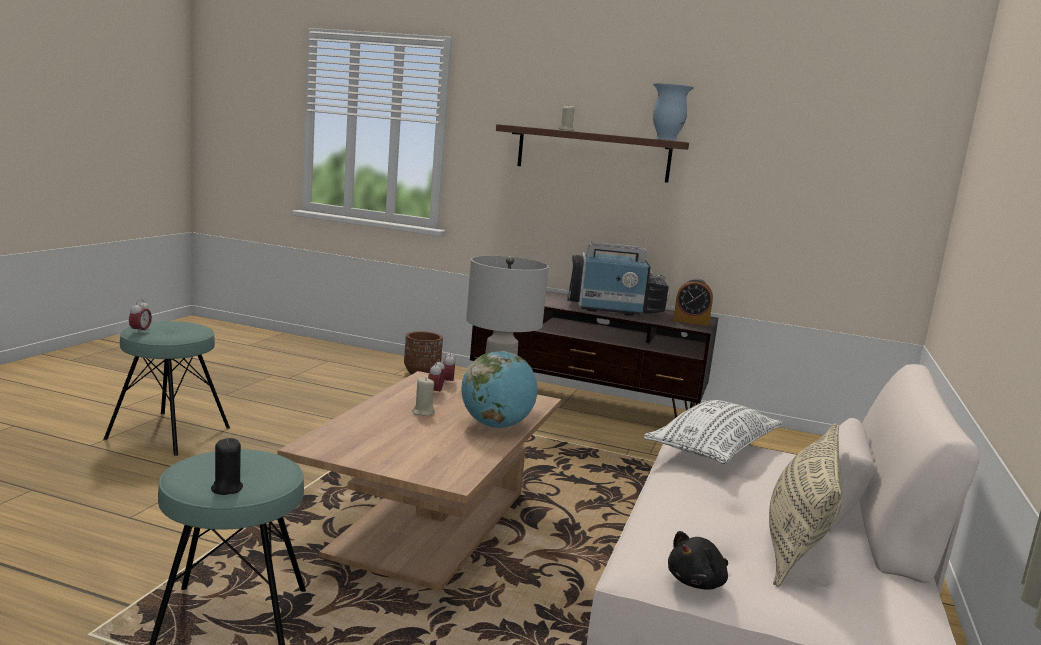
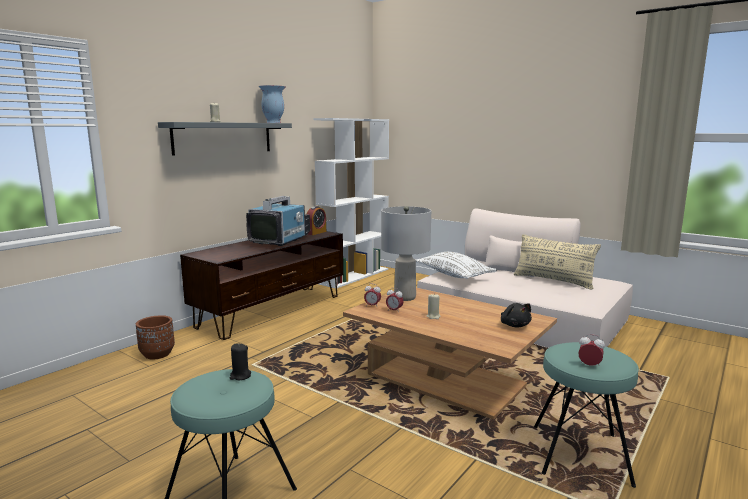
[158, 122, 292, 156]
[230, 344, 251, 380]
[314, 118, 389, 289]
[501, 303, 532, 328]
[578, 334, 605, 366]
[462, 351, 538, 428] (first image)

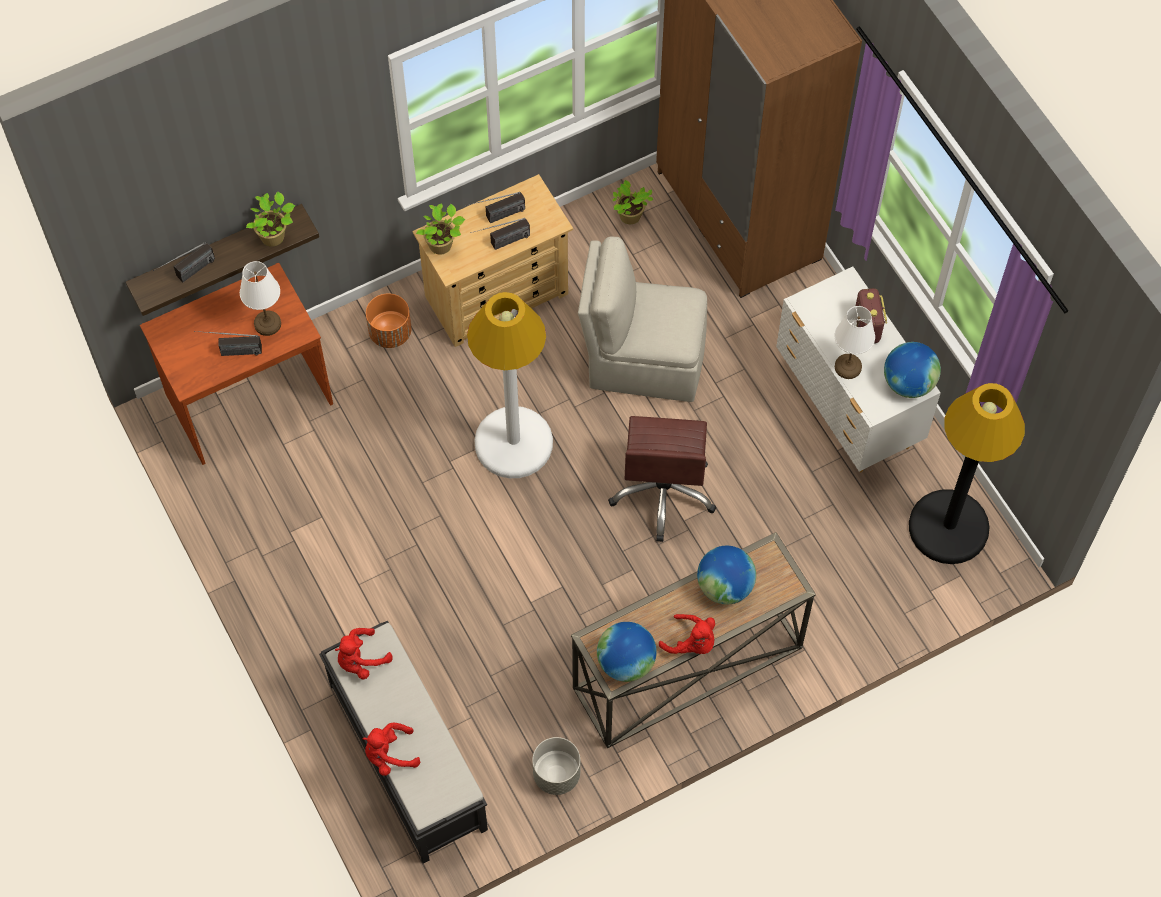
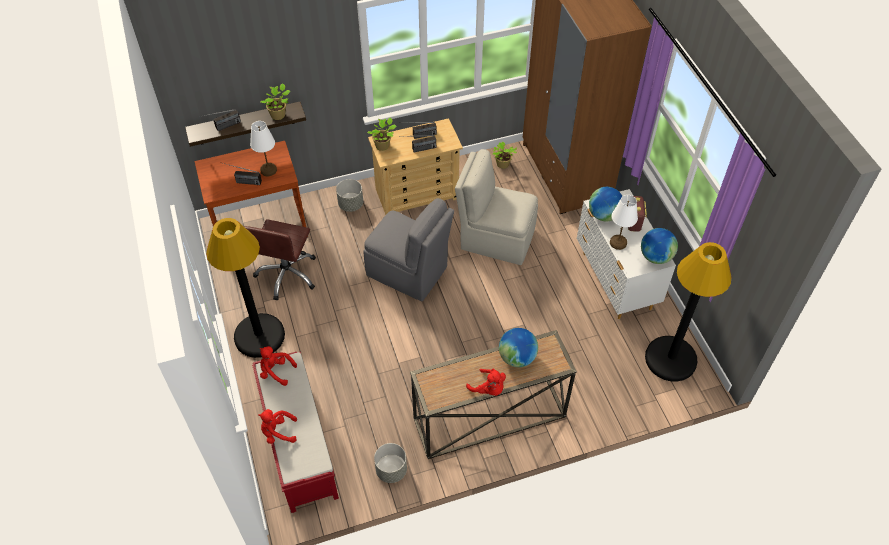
[206, 218, 285, 358]
[244, 219, 316, 301]
[252, 352, 339, 513]
[260, 346, 297, 386]
[336, 179, 363, 212]
[363, 198, 454, 301]
[589, 187, 622, 221]

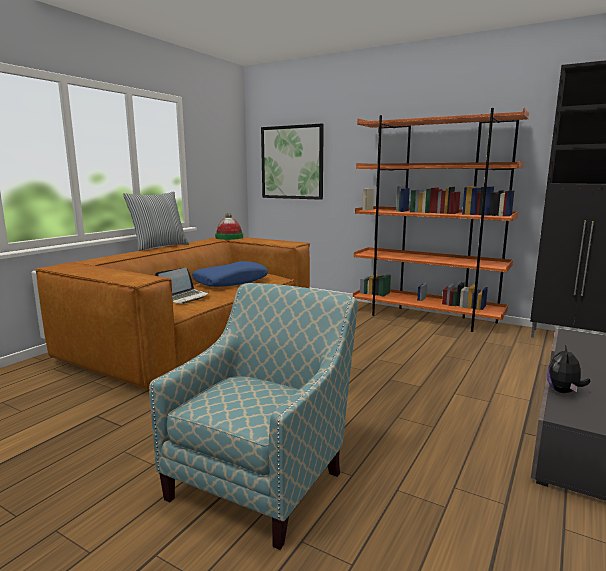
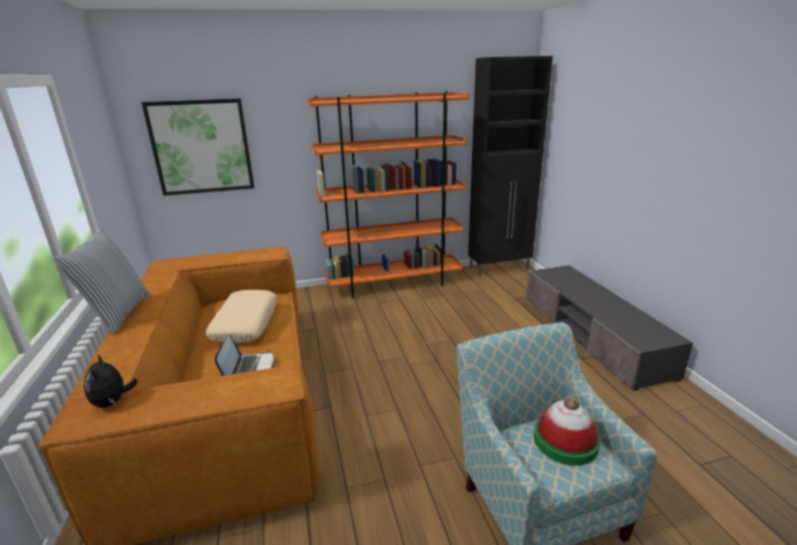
[84, 355, 138, 408]
[206, 290, 277, 343]
[534, 395, 600, 466]

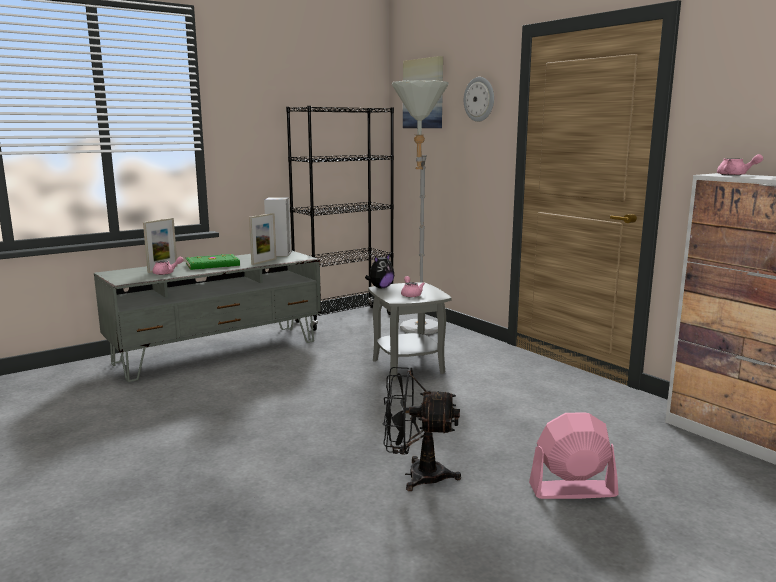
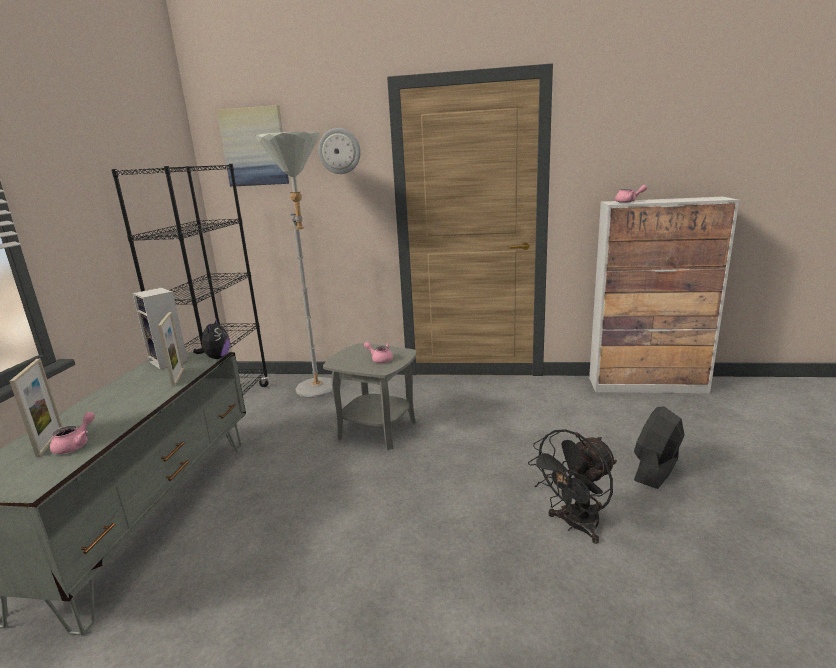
[193, 319, 230, 359]
[634, 406, 684, 489]
[186, 254, 240, 270] (first image)

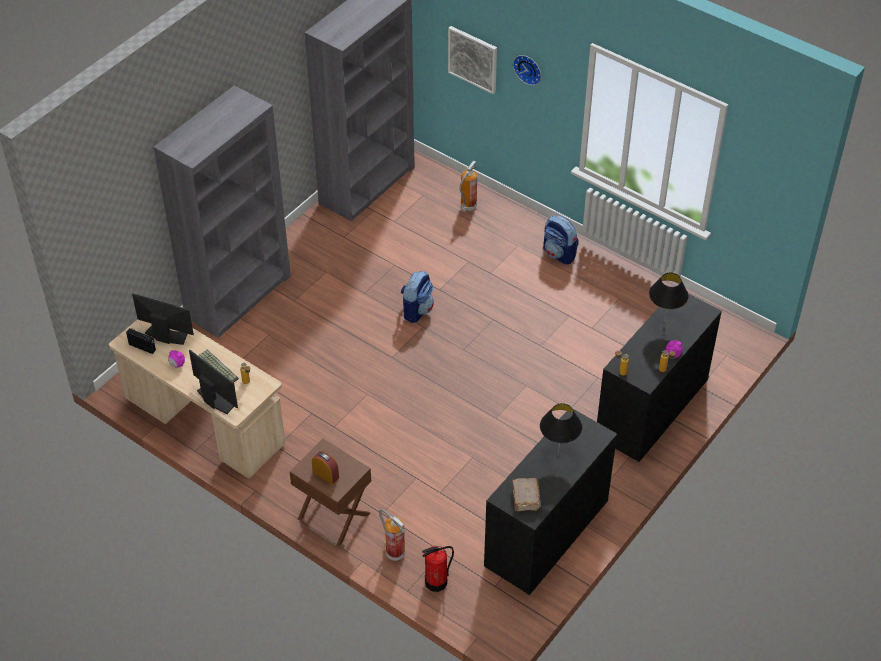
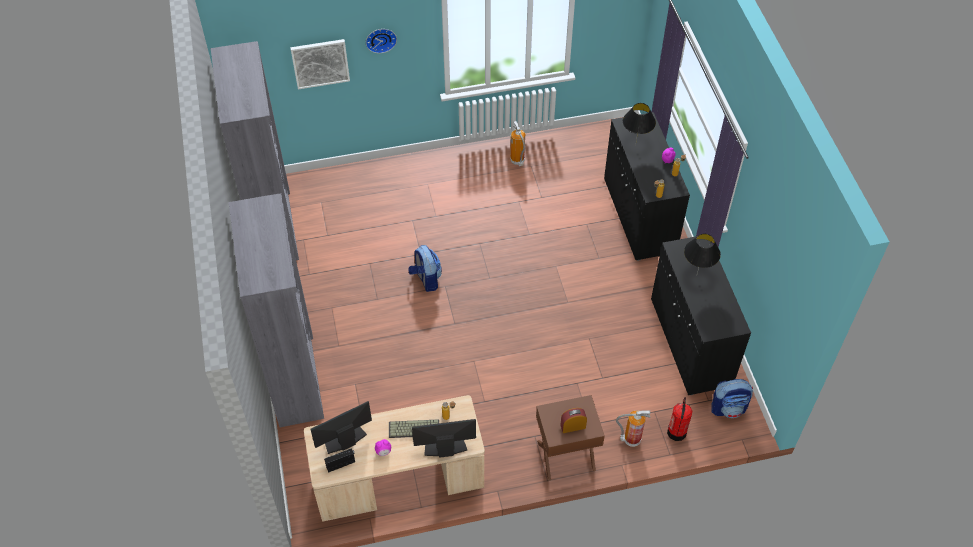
[510, 121, 525, 166]
[711, 379, 753, 418]
[512, 478, 541, 511] (first image)

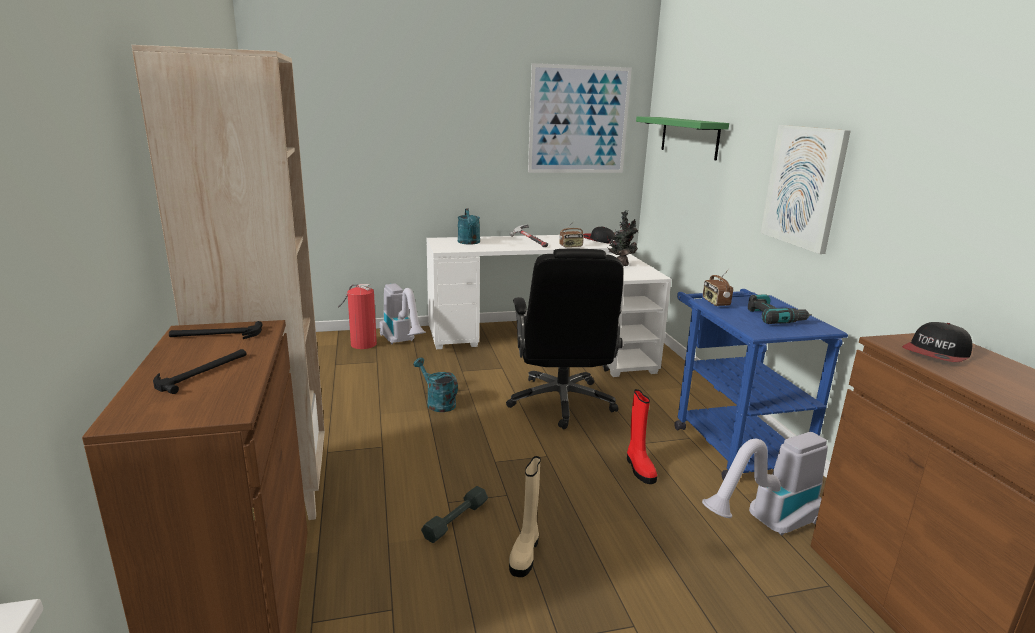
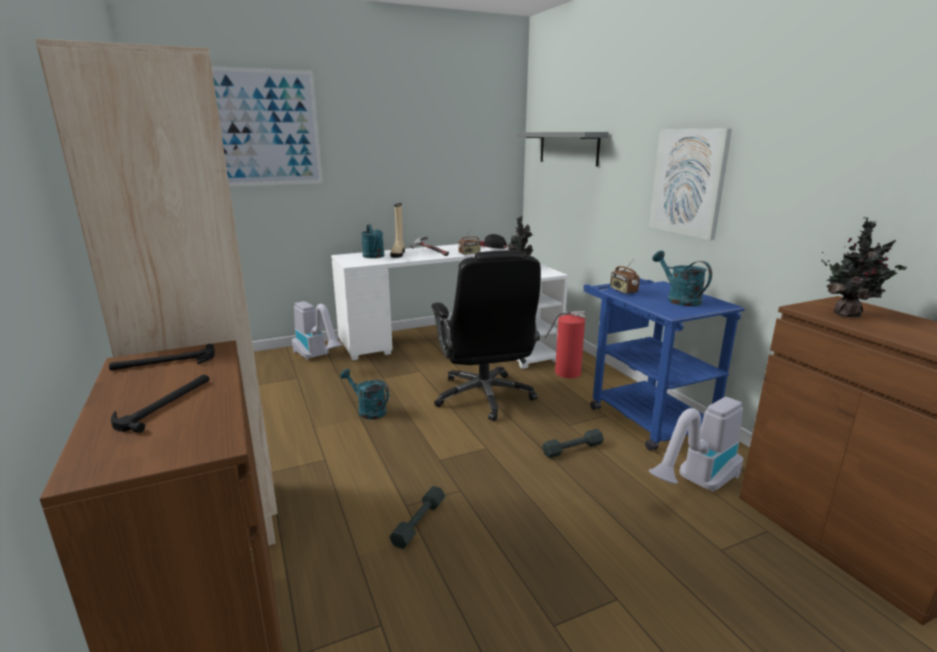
[212, 66, 323, 187]
[390, 203, 405, 258]
[517, 132, 609, 166]
[542, 429, 604, 458]
[544, 311, 585, 378]
[652, 251, 712, 307]
[821, 217, 907, 318]

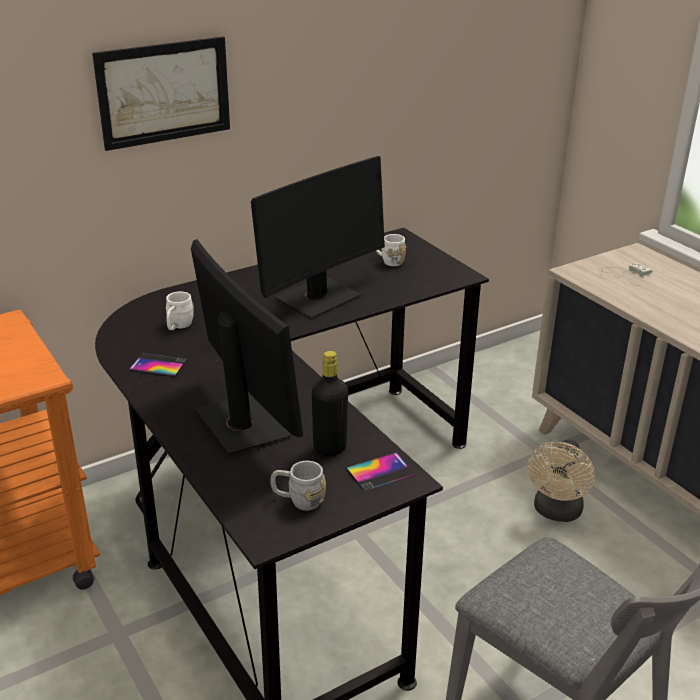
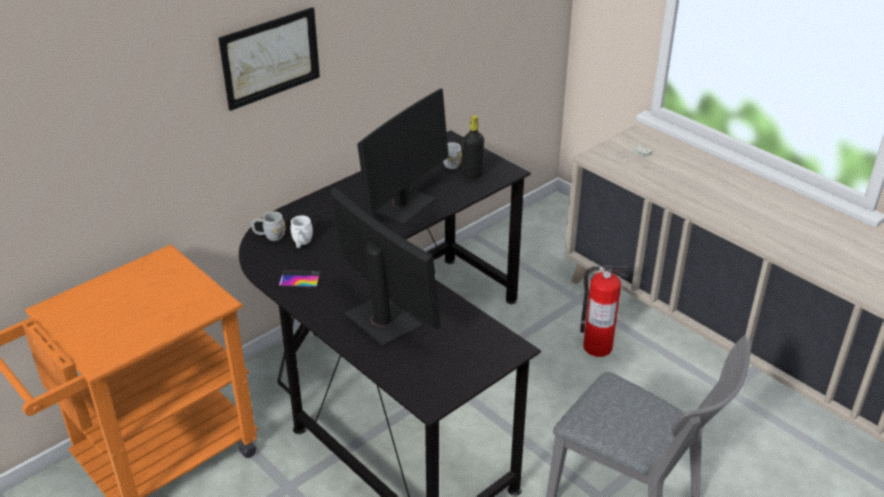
[251, 211, 285, 241]
[463, 115, 484, 179]
[580, 265, 628, 357]
[346, 452, 415, 491] (first image)

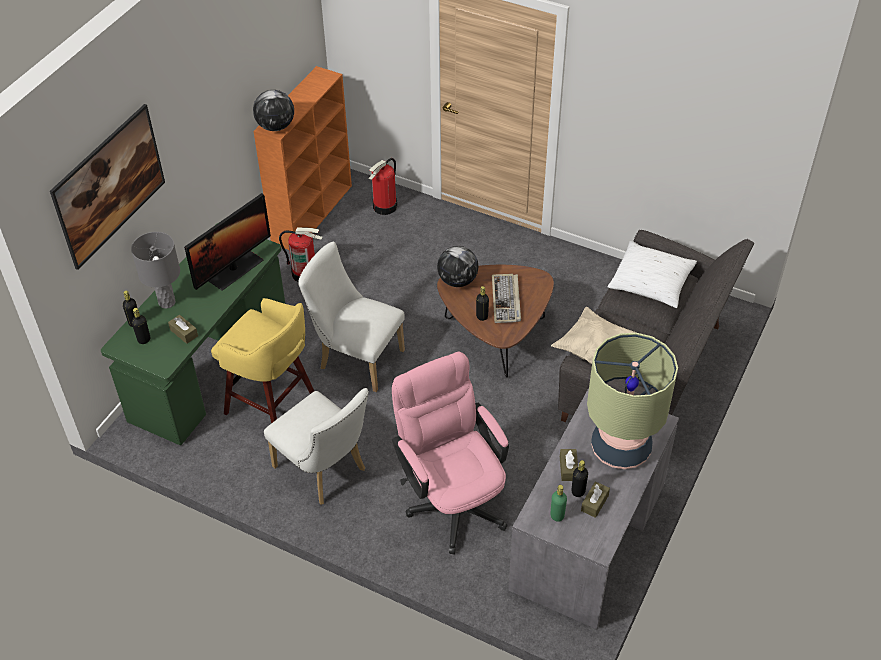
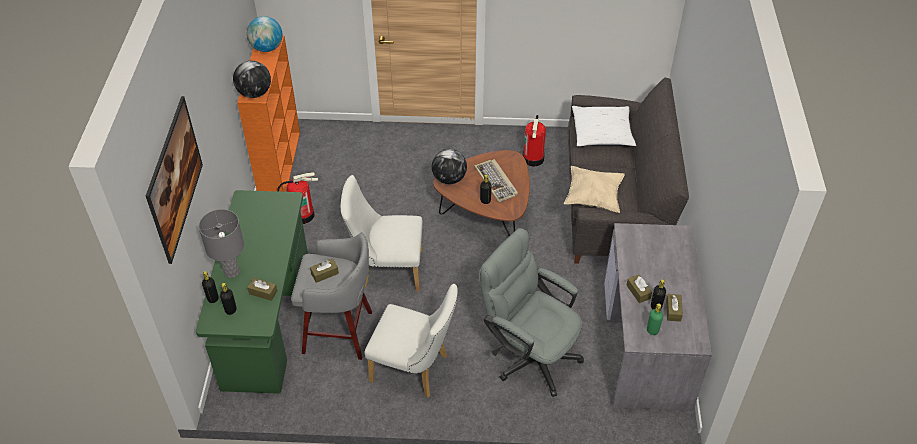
[247, 16, 283, 52]
[291, 232, 372, 360]
[310, 258, 339, 283]
[479, 228, 584, 397]
[523, 115, 546, 166]
[184, 193, 271, 291] (first image)
[587, 333, 678, 469] (first image)

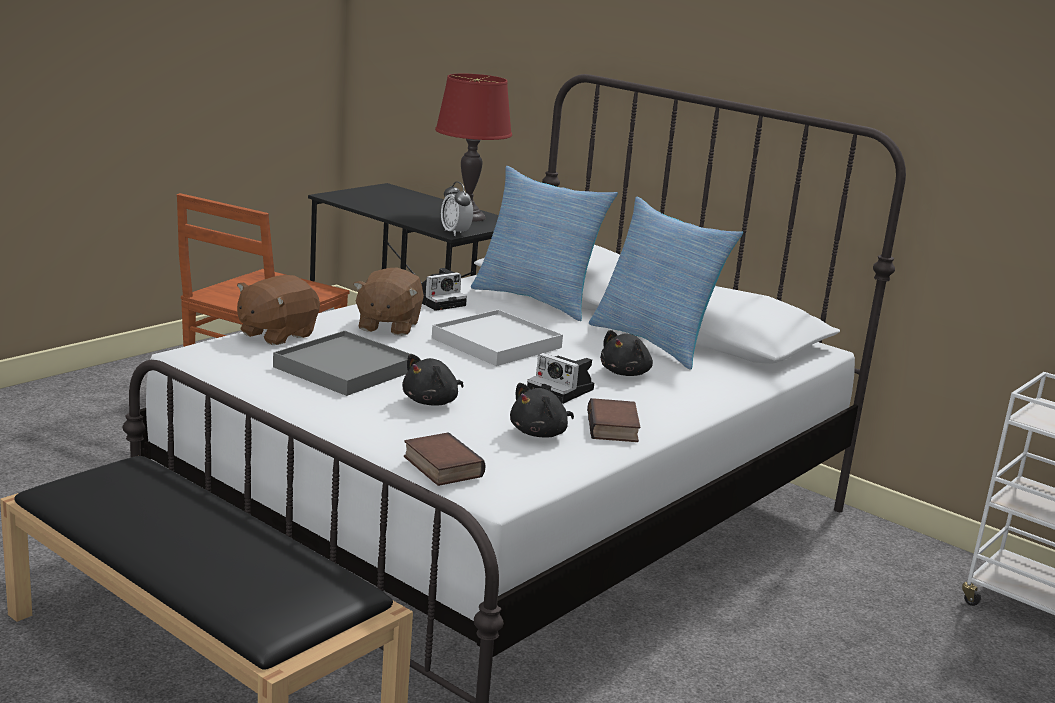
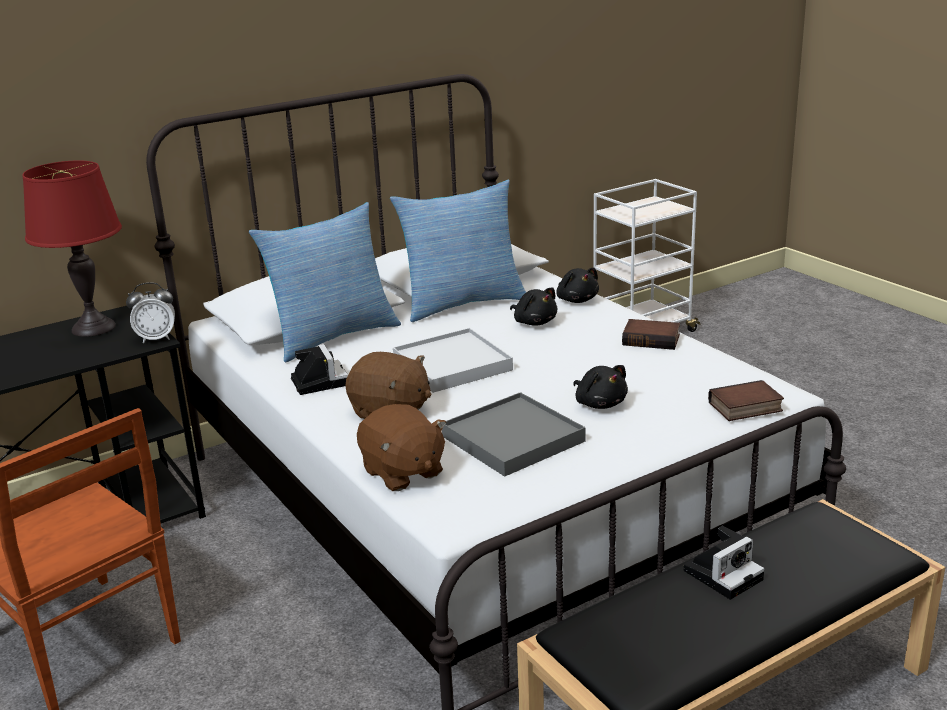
[556, 268, 599, 303]
[683, 526, 764, 600]

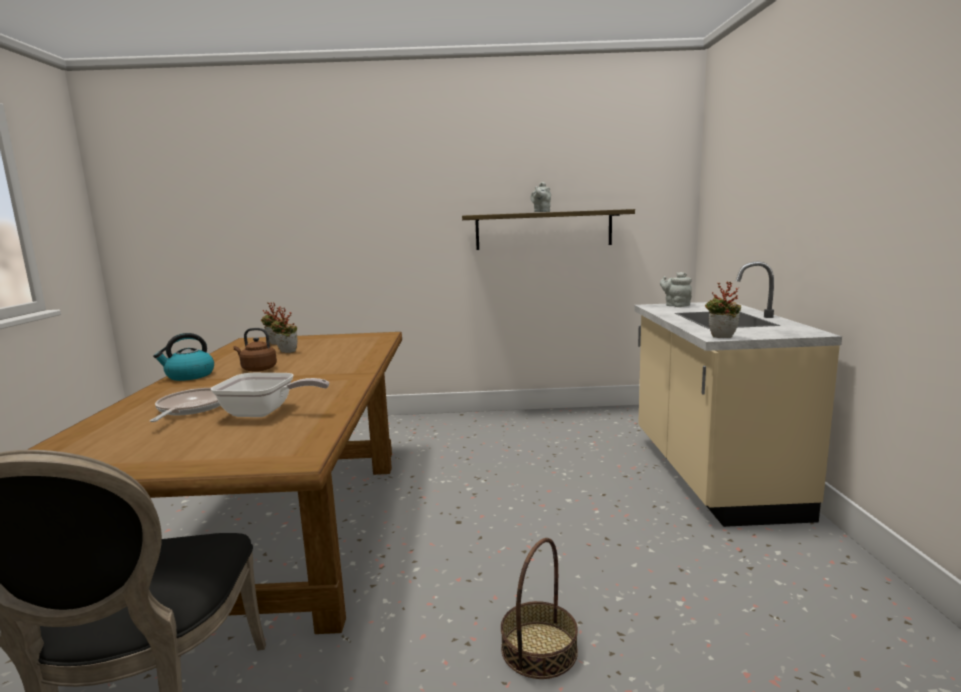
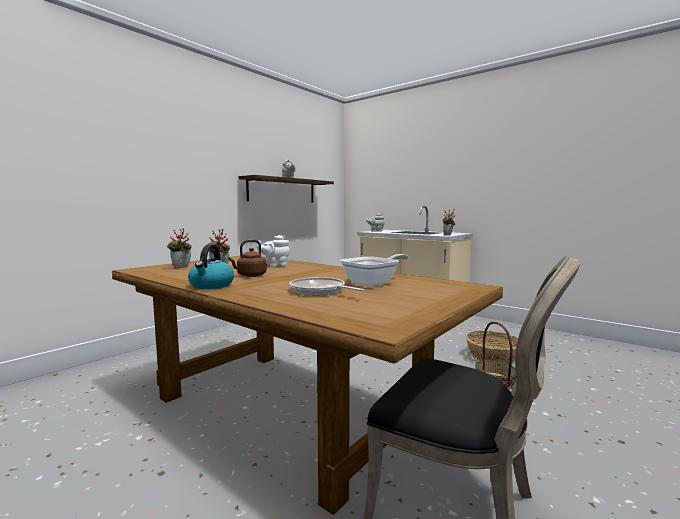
[257, 235, 290, 267]
[466, 331, 518, 364]

